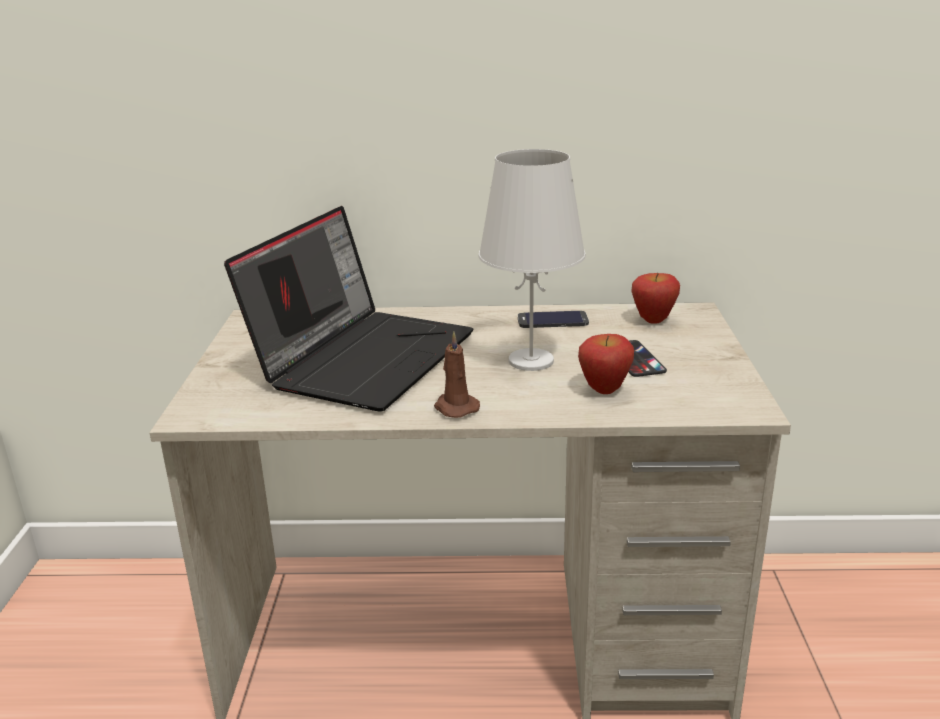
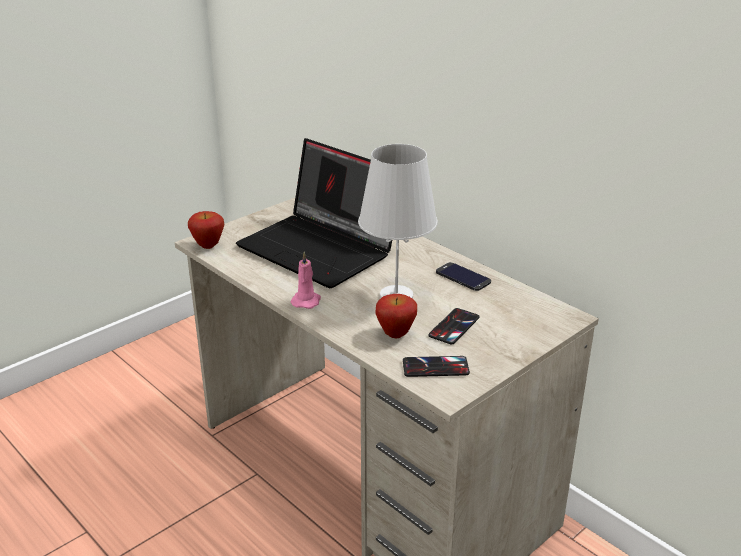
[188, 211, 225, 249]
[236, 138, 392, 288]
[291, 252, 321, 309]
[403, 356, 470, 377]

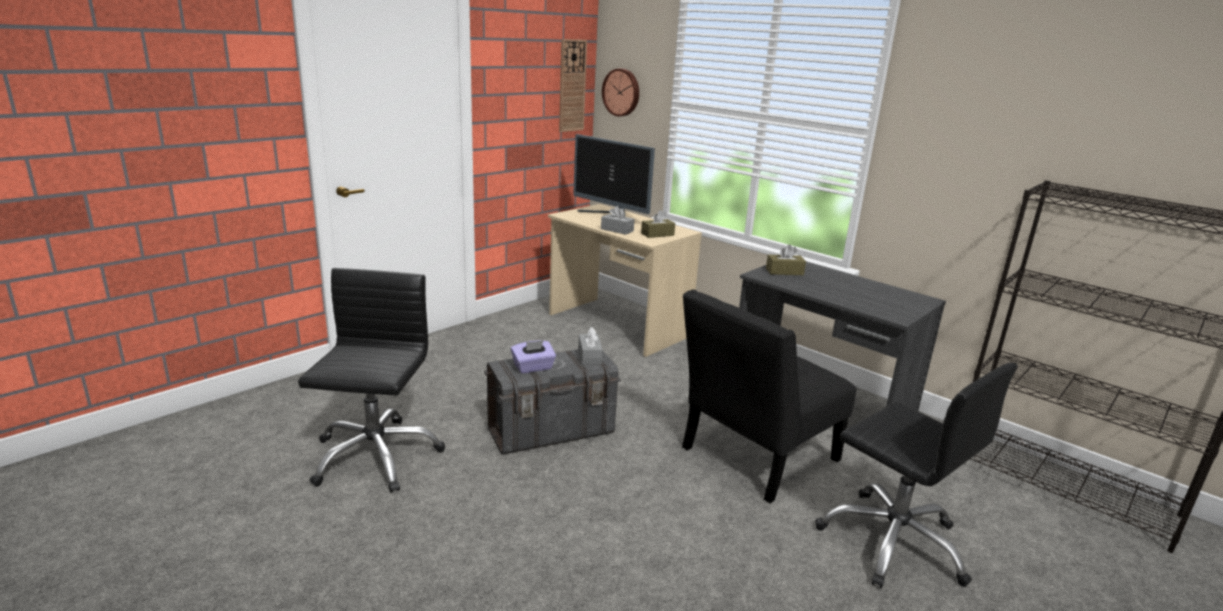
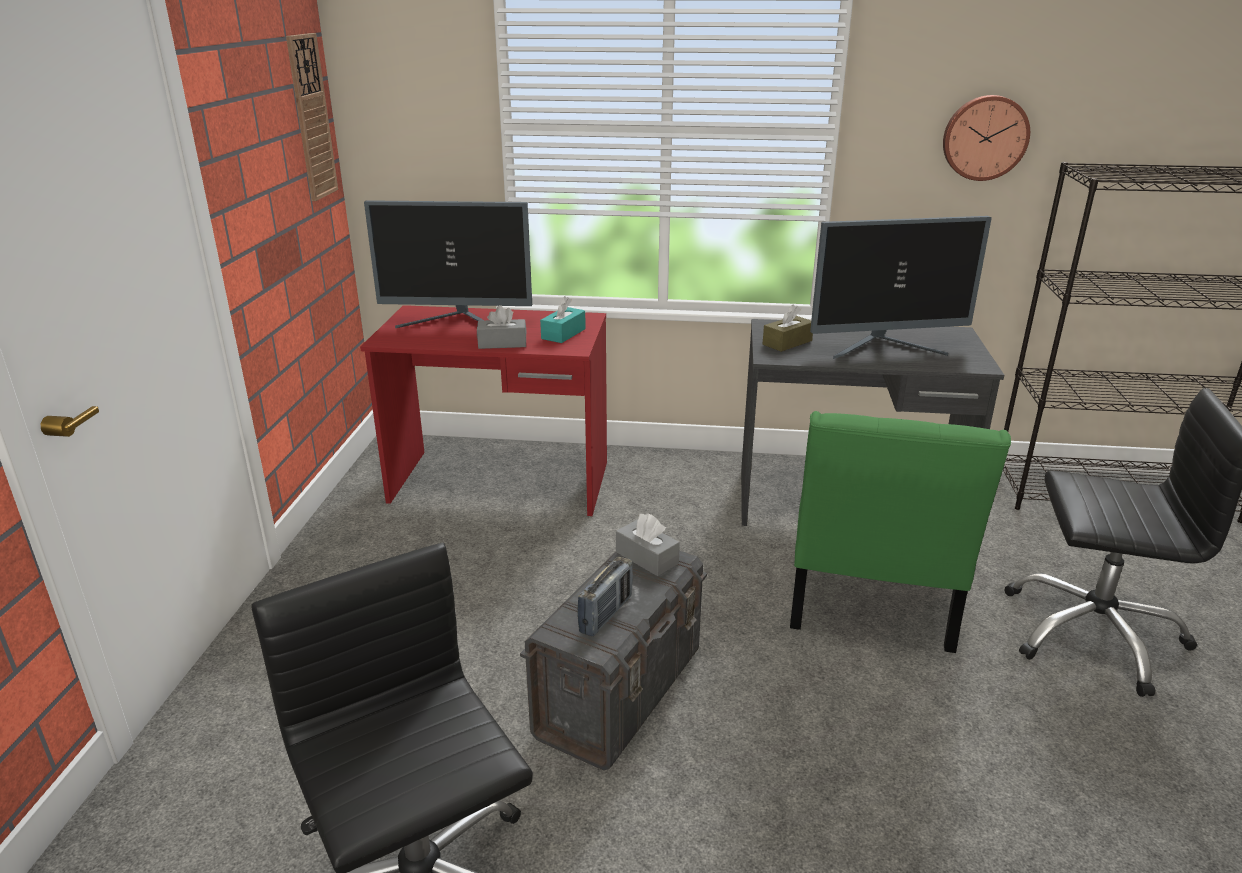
[360, 305, 607, 516]
[540, 296, 586, 343]
[577, 557, 633, 637]
[790, 411, 1011, 653]
[810, 216, 992, 359]
[943, 95, 1030, 181]

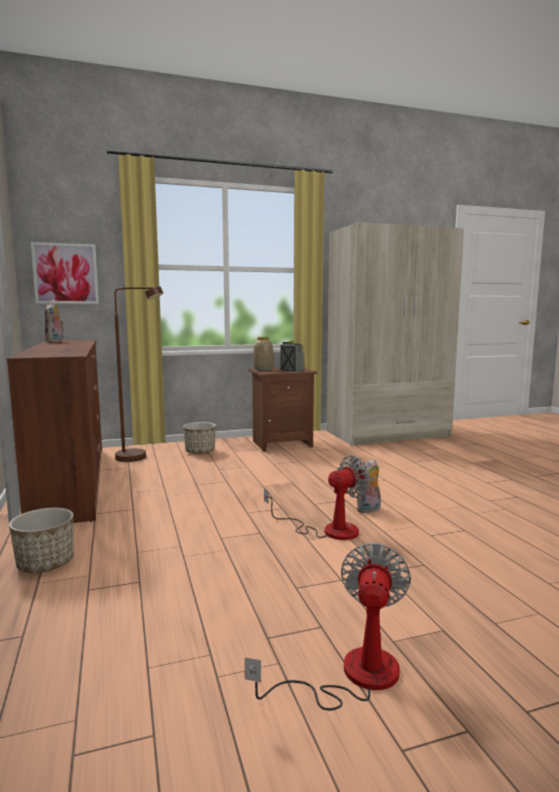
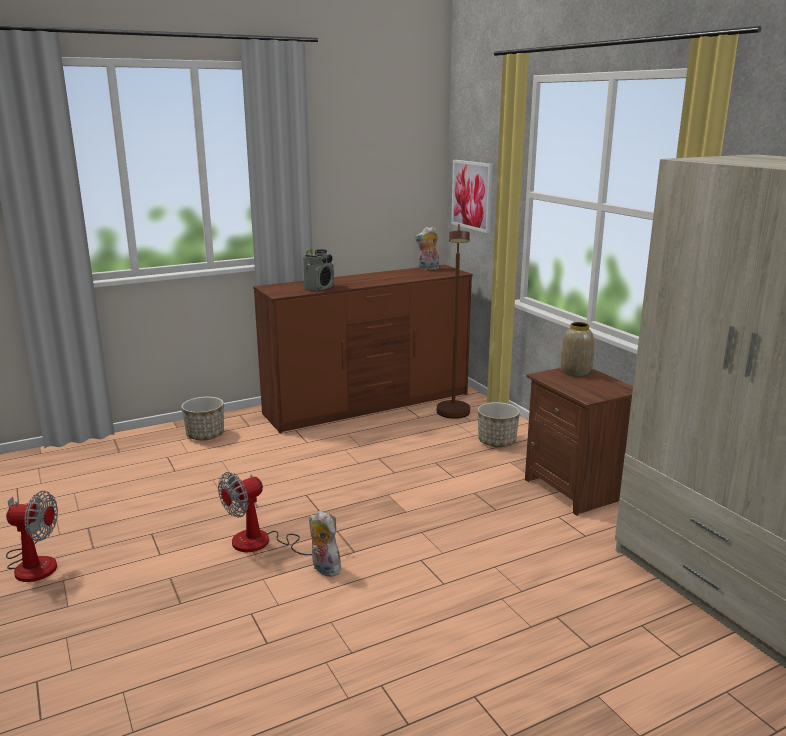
[218, 472, 336, 555]
[303, 249, 334, 291]

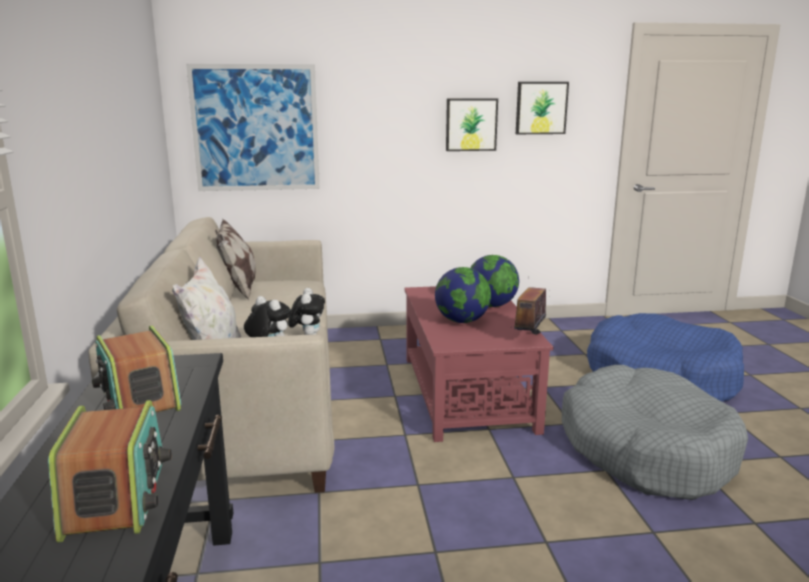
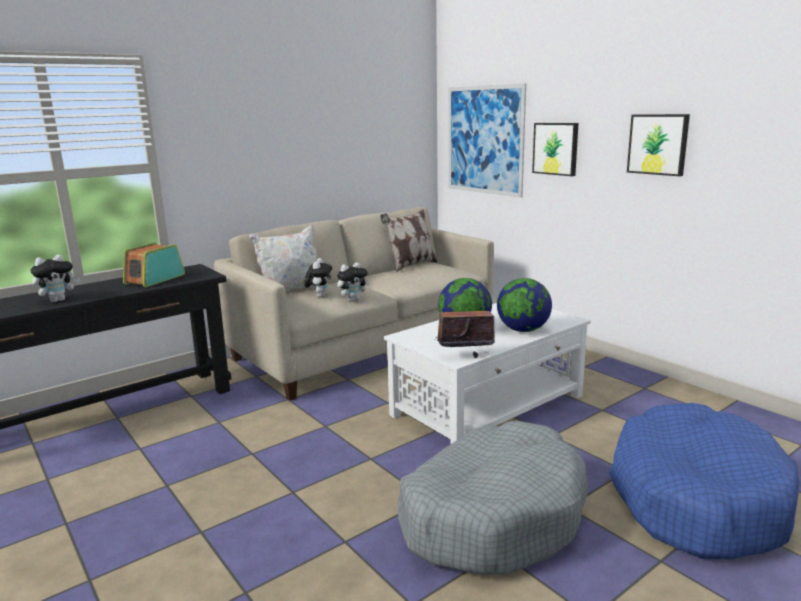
[30, 255, 80, 302]
[384, 303, 591, 444]
[532, 123, 579, 176]

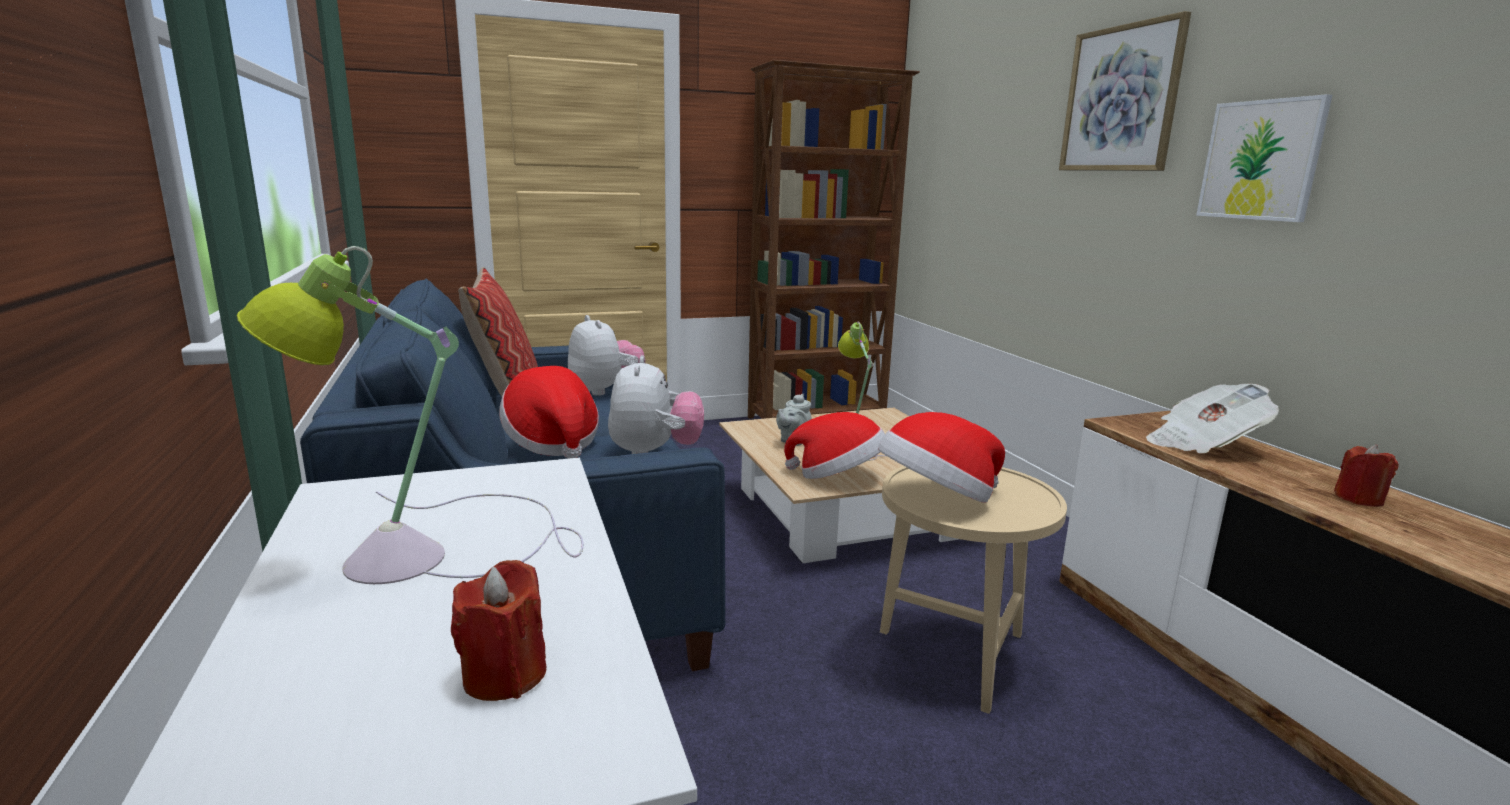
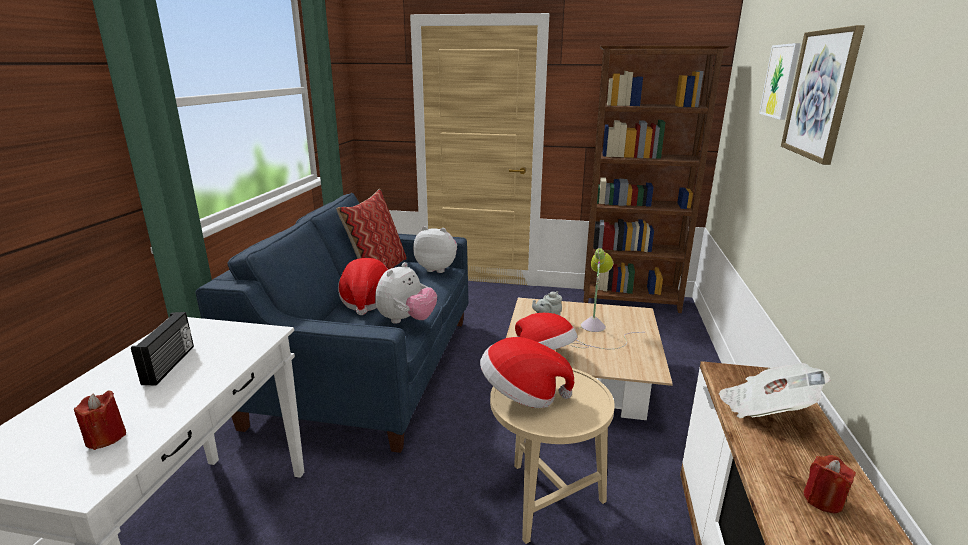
[131, 312, 194, 386]
[413, 226, 457, 273]
[759, 43, 801, 120]

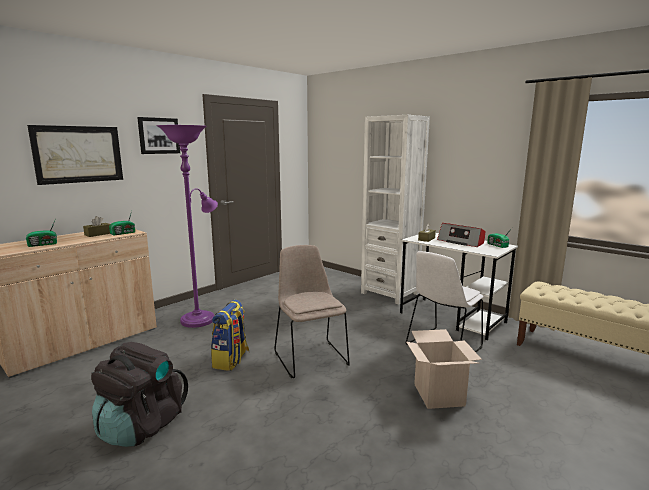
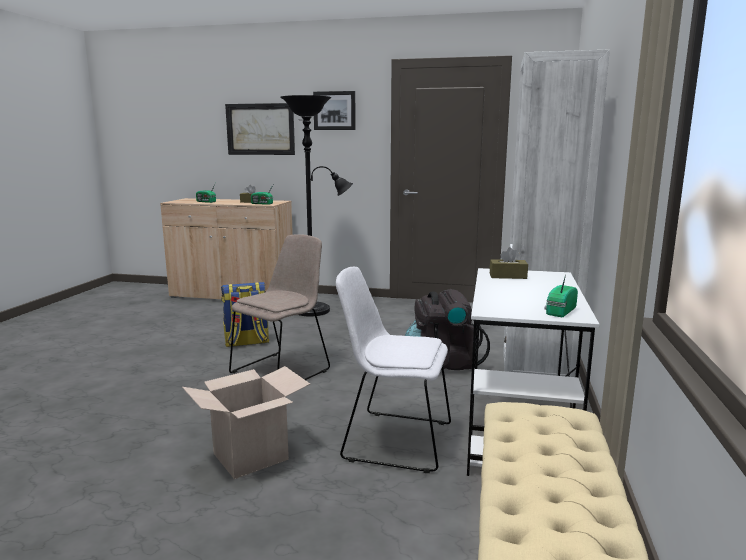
[281, 95, 353, 317]
[405, 289, 490, 370]
[437, 223, 485, 247] (first image)

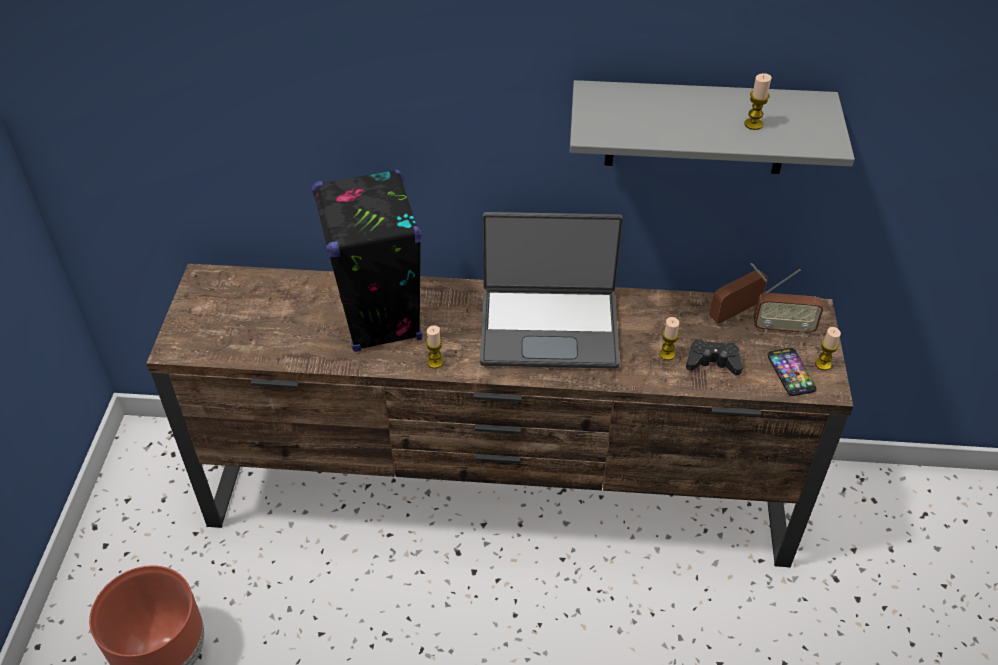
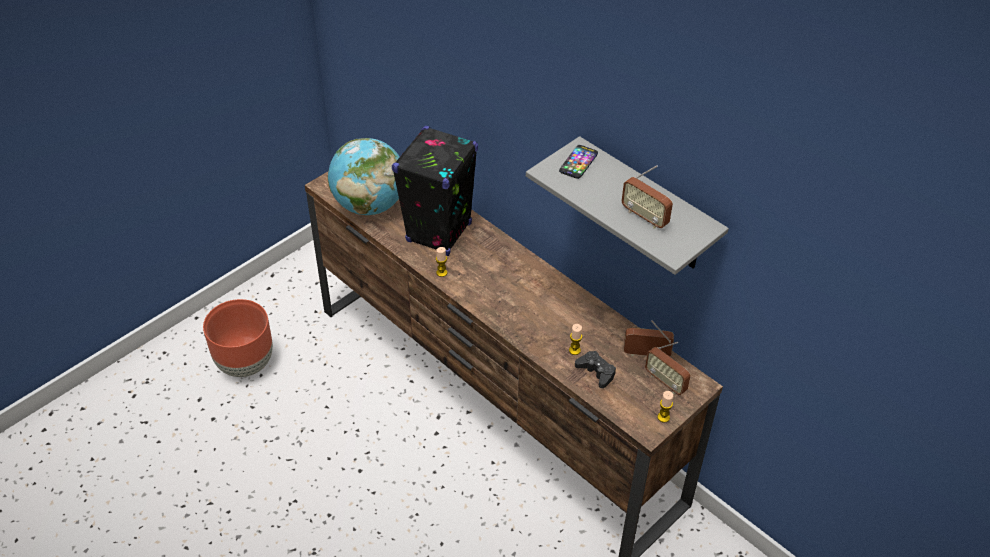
[328, 138, 400, 215]
[559, 145, 598, 179]
[622, 165, 673, 228]
[480, 212, 623, 369] (first image)

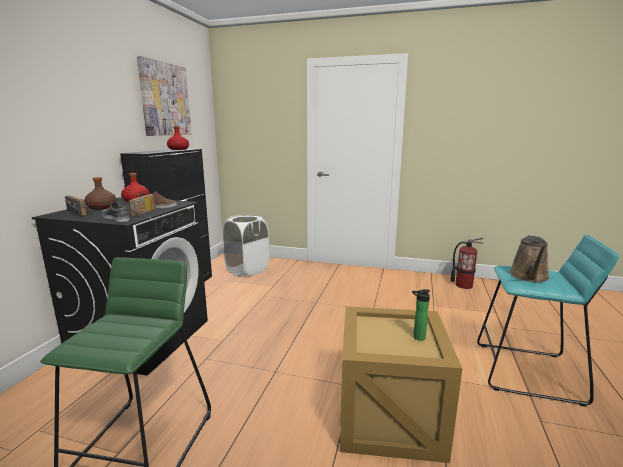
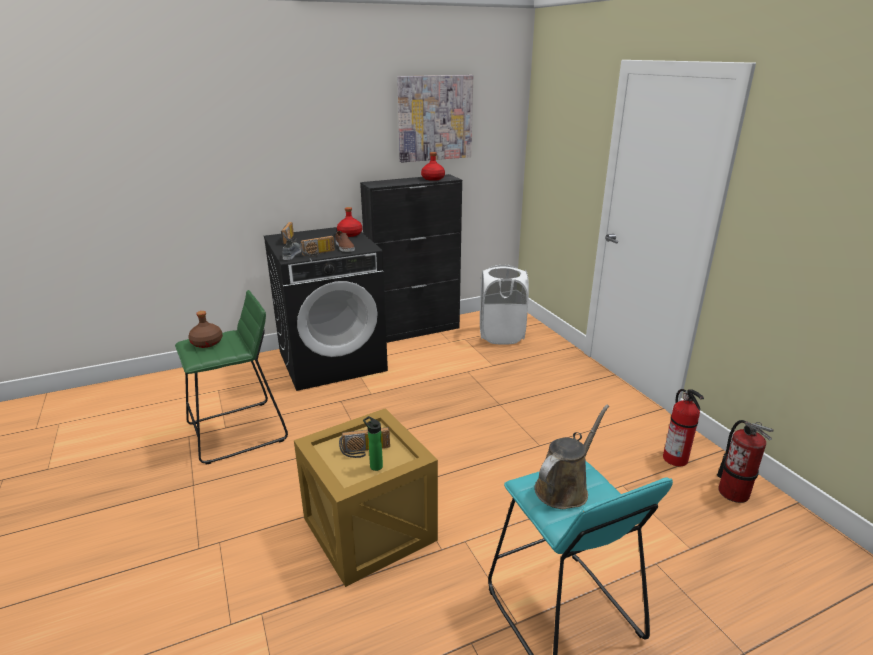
[188, 311, 223, 348]
[339, 427, 390, 458]
[534, 405, 609, 509]
[663, 389, 704, 466]

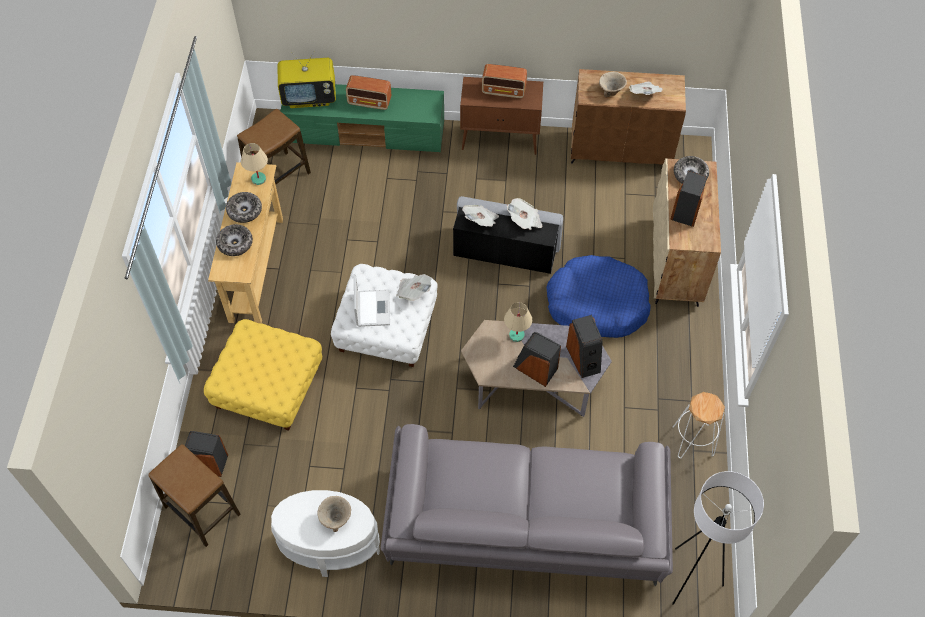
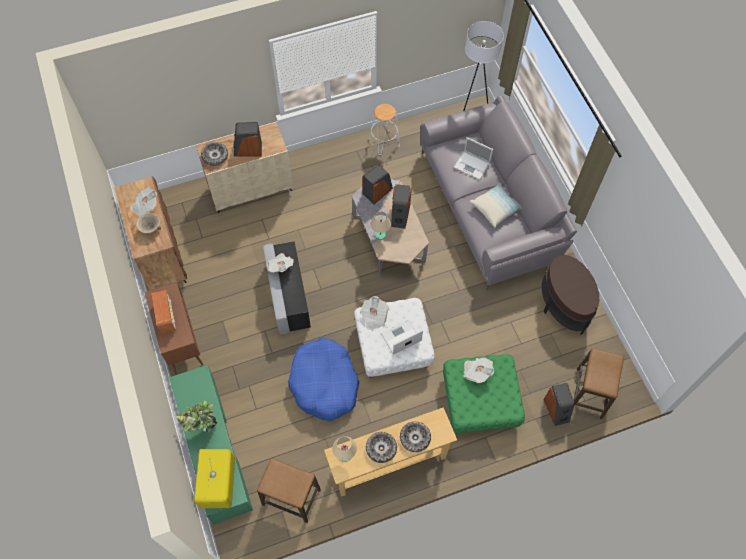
[176, 401, 217, 433]
[193, 449, 235, 508]
[288, 337, 359, 422]
[443, 354, 525, 433]
[454, 137, 493, 180]
[463, 357, 494, 383]
[470, 183, 522, 228]
[542, 255, 599, 335]
[317, 496, 351, 532] (first image)

